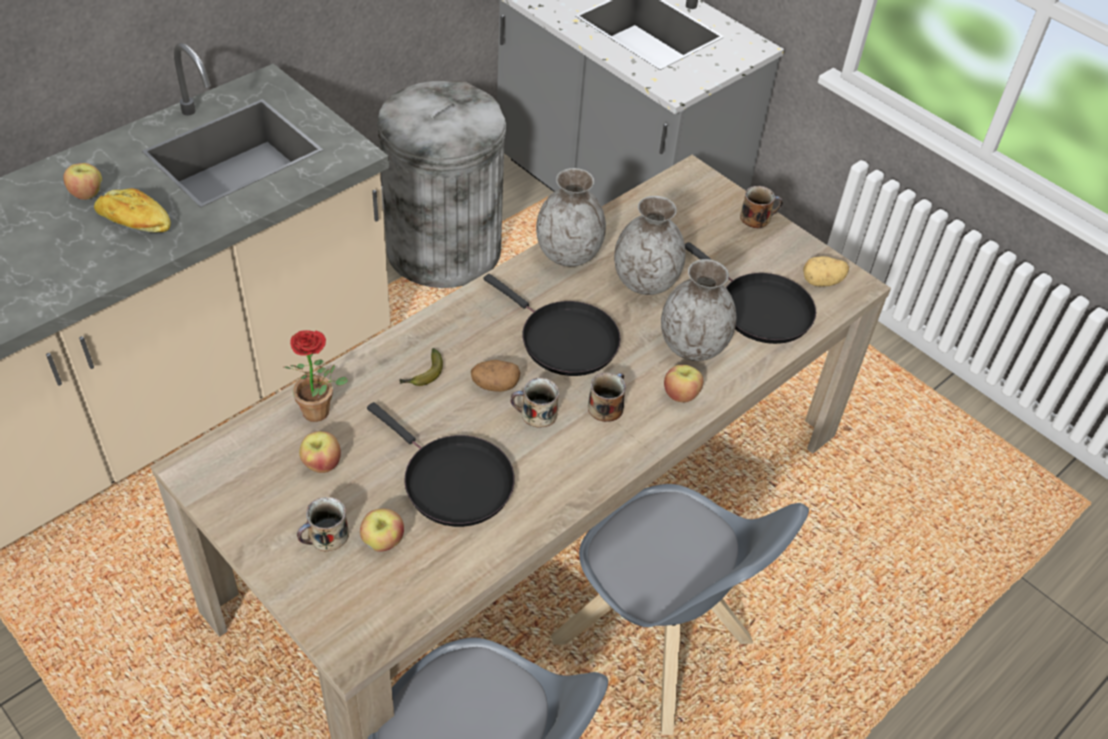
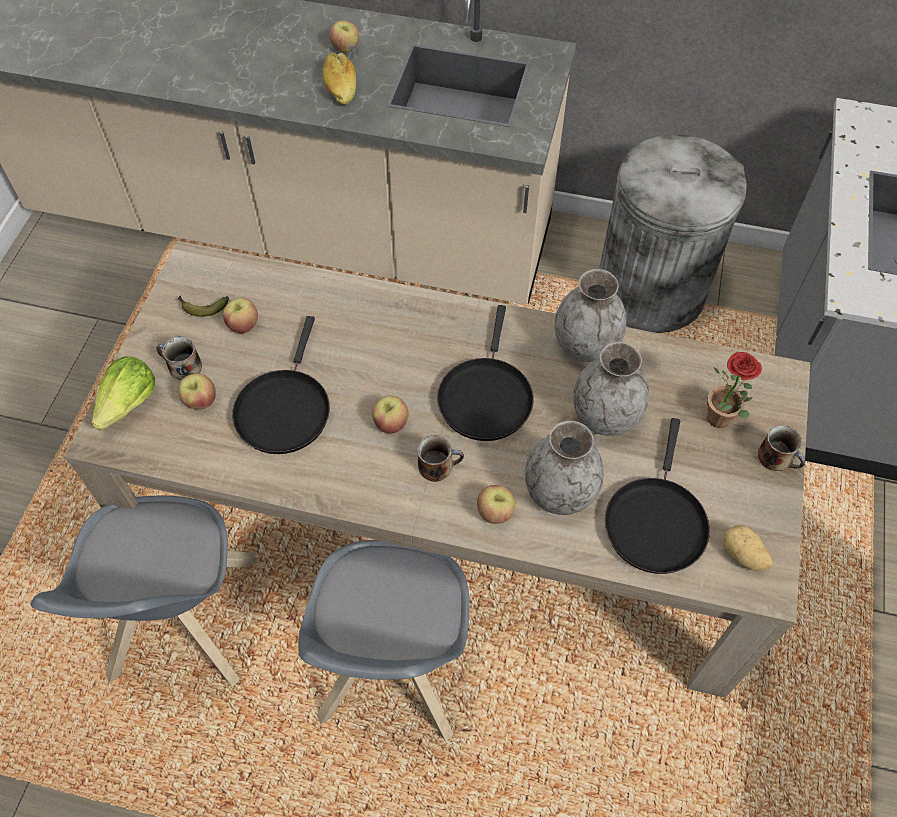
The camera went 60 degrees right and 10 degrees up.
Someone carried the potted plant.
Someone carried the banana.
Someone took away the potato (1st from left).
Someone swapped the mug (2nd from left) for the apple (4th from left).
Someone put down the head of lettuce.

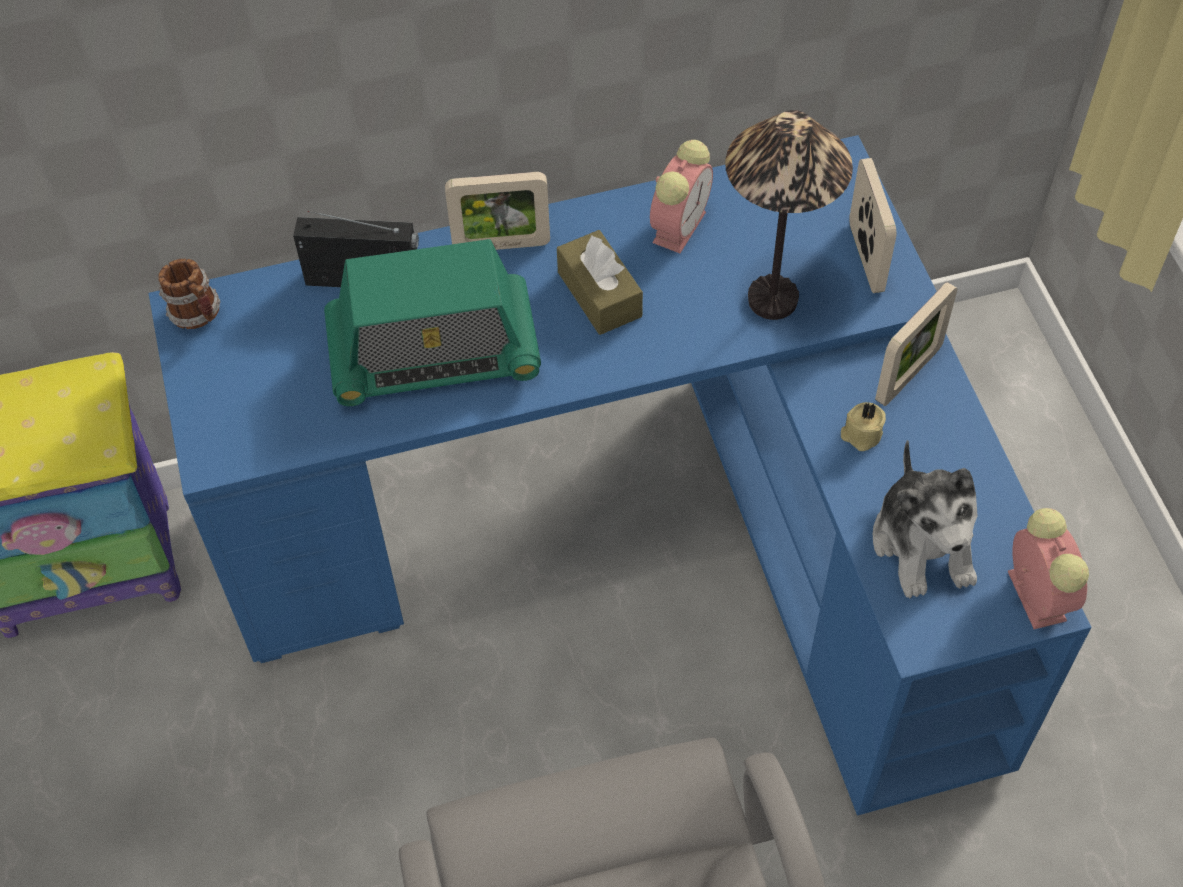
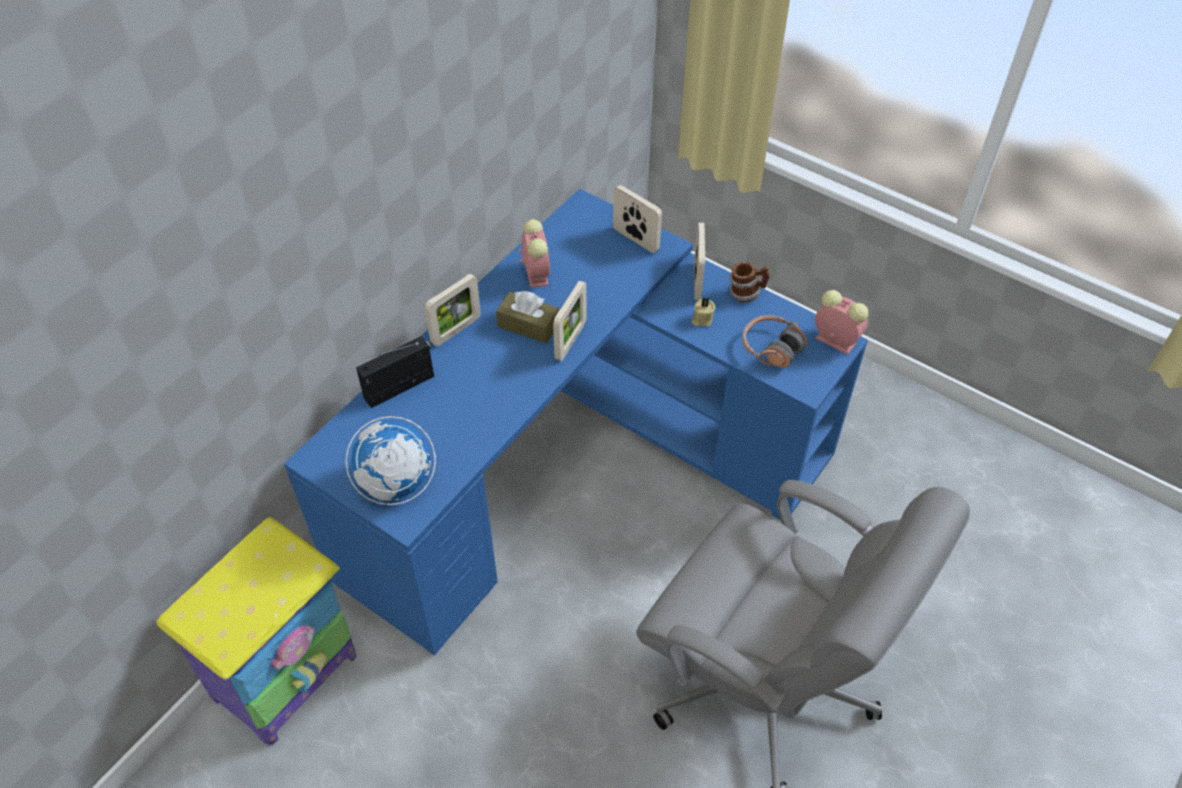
The camera went 40 degrees left and 5 degrees down.
Someone took away the table lamp.
Someone took away the radio receiver (2nd from left).
Someone carried the mug.
Someone swapped the soft toy for the pair of headphones.
Someone put down the standing frame (2nd from left).
Someone put down the world globe.

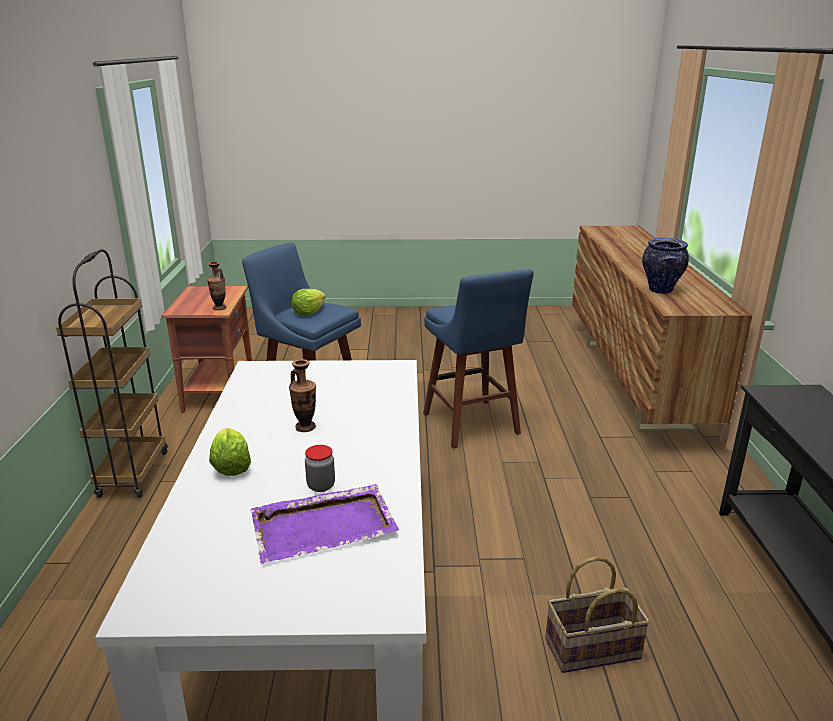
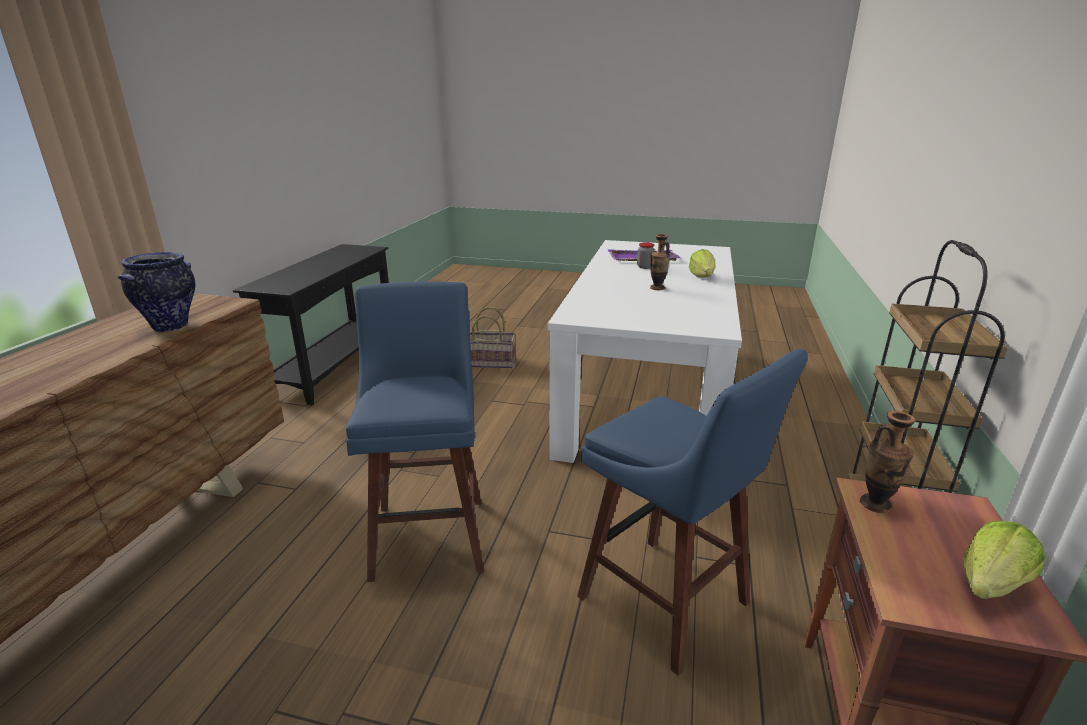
The camera went 165 degrees left and 0 degrees up.
Someone carried the head of lettuce (2nd from left).

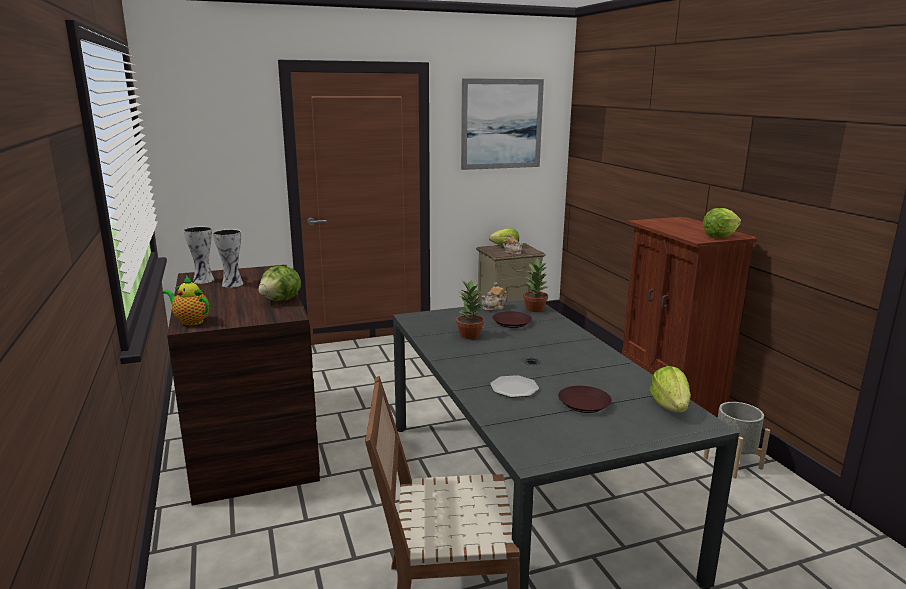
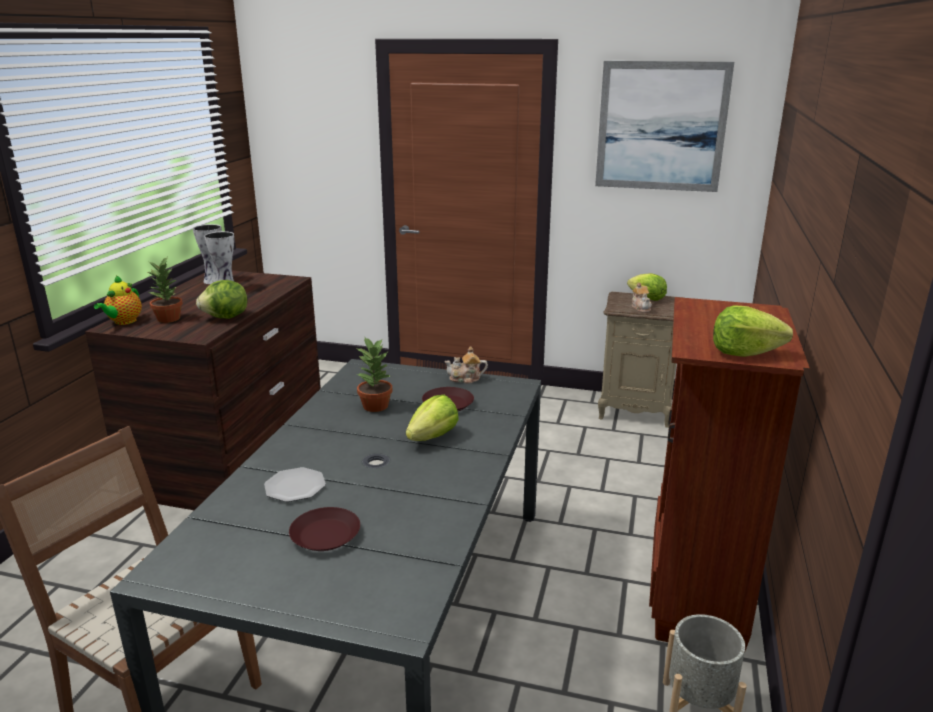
The camera went 35 degrees right and 5 degrees up.
Someone carried the potted plant (2nd from left in the first image).
Someone rotated the pot for tea (1st from left) by 135 degrees counterclockwise.
Someone carried the head of lettuce (3rd from left in the first image).

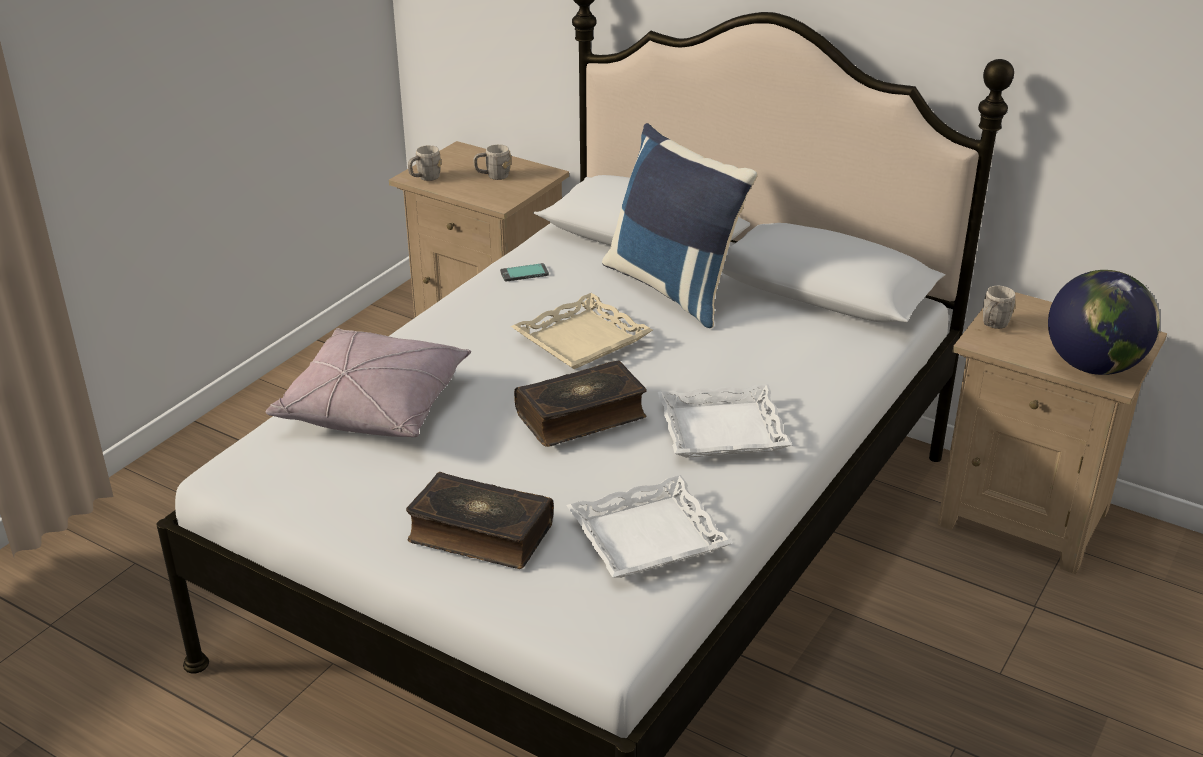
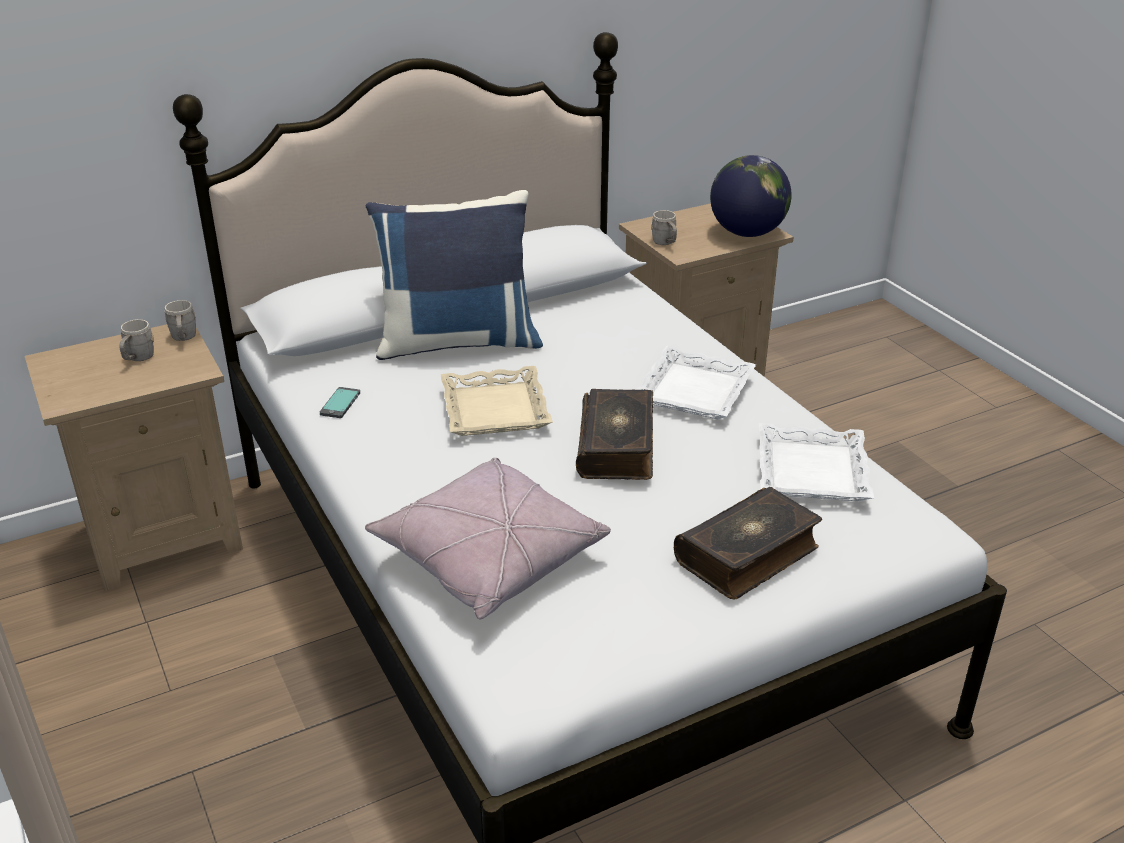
The camera went 60 degrees left and 0 degrees up.
Someone carried the mug (gray) (1st from left in the first image).

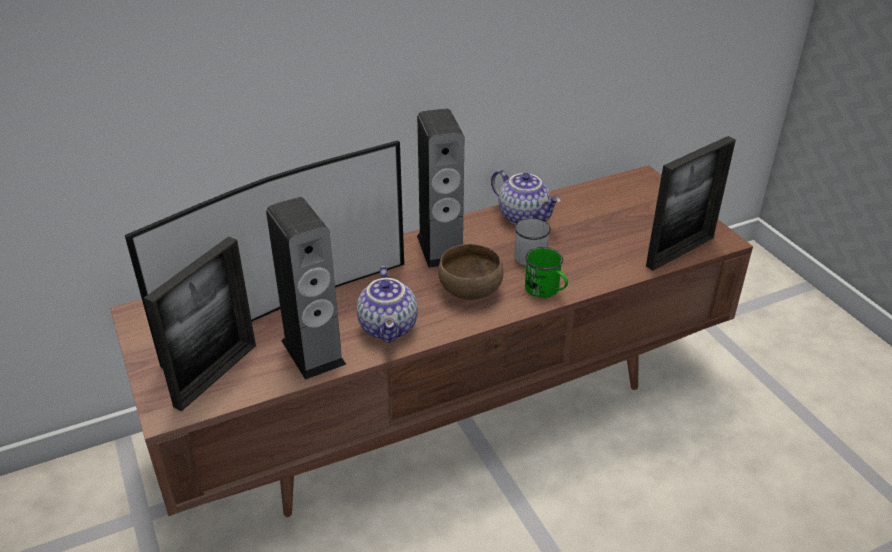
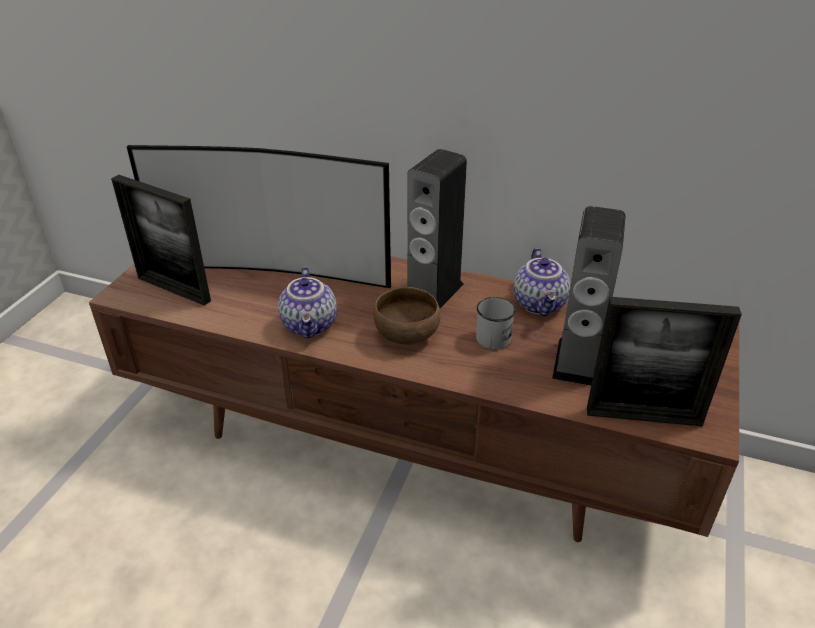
The camera went 45 degrees right and 0 degrees up.
Someone carried the audio speaker (1st from left in the first image).
Someone rotated the standing frame (1st from left) by 45 degrees clockwise.
Someone took away the mug (green).
Someone rotated the pot for tea (1st from left) by 45 degrees counterclockwise.

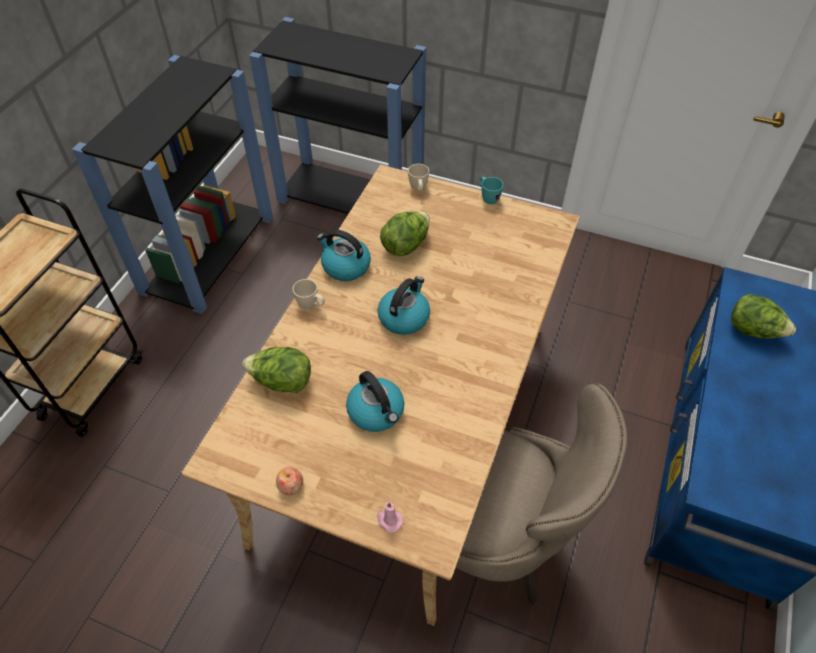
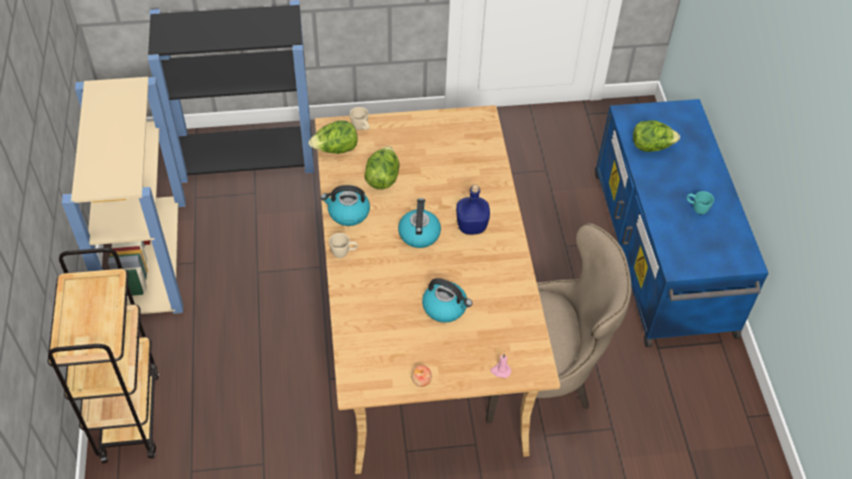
The camera went 30 degrees left and 0 degrees up.
Someone repainted the bookcase (blackish) (1st from left), which became the bookcase (beige).
Someone carried the mug (turquoise).
Someone carried the head of lettuce (1st from left).
Someone put down the beverage bottle (bluish).

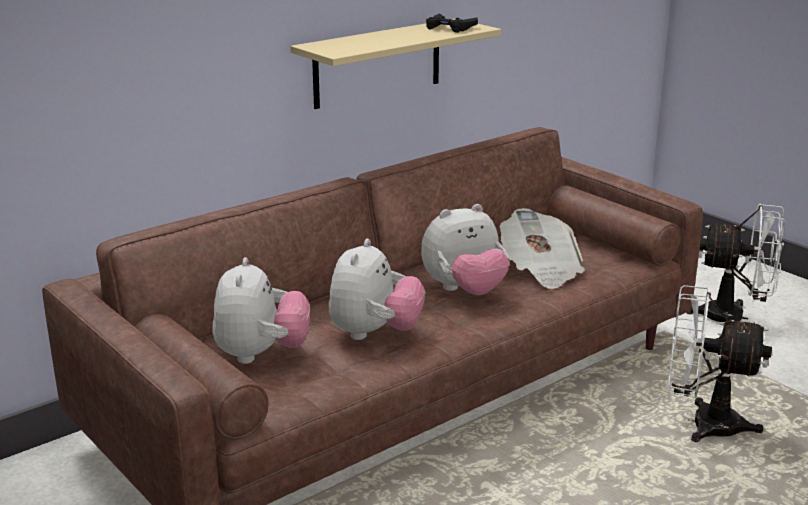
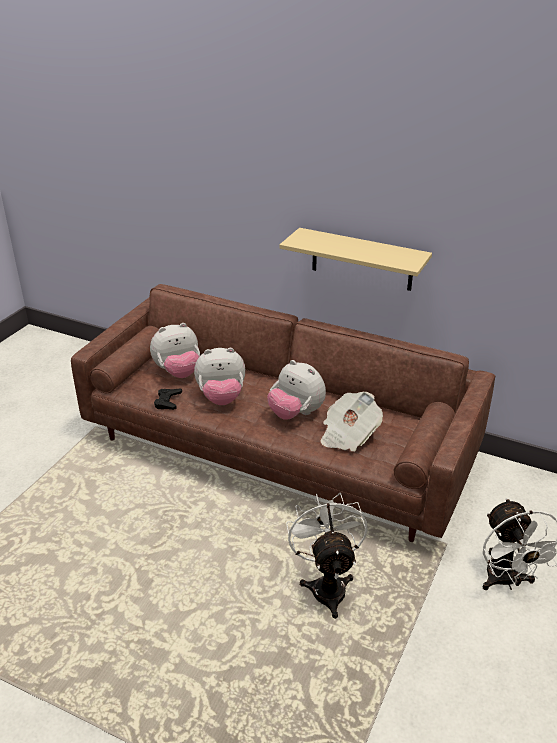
The camera went 65 degrees right and 10 degrees up.
Someone carried the gamepad (blackish).

